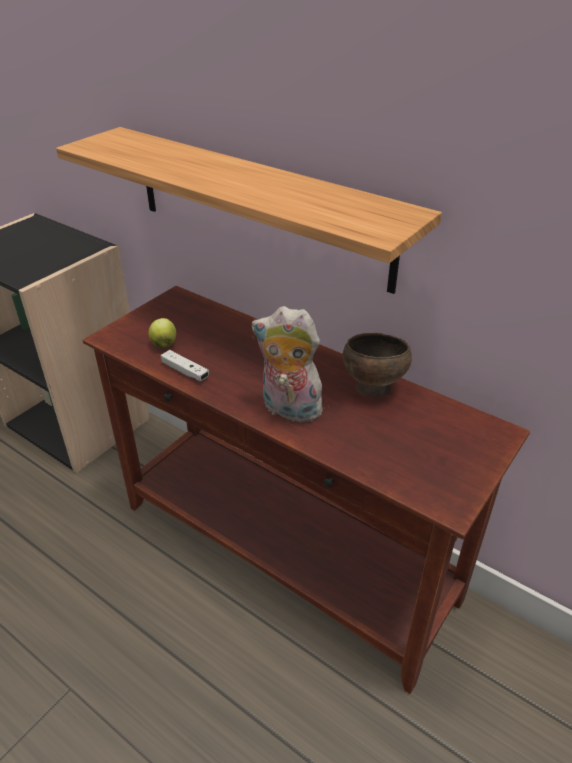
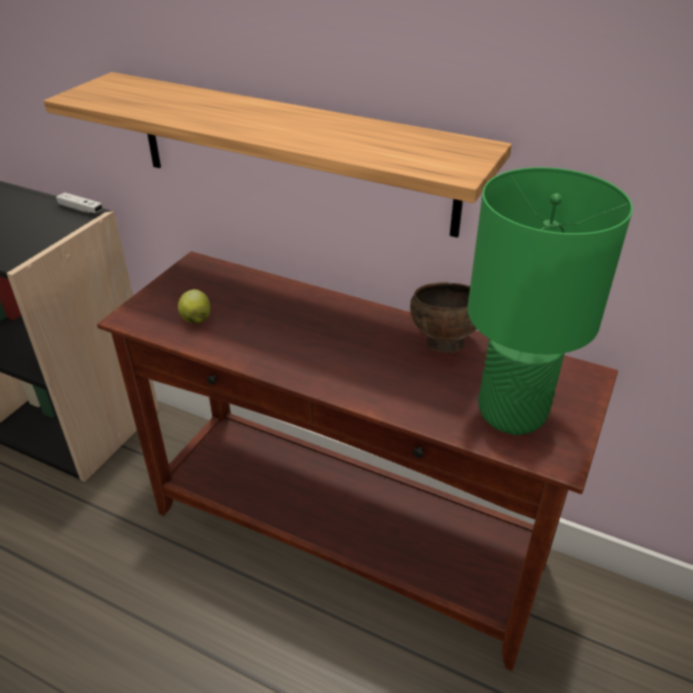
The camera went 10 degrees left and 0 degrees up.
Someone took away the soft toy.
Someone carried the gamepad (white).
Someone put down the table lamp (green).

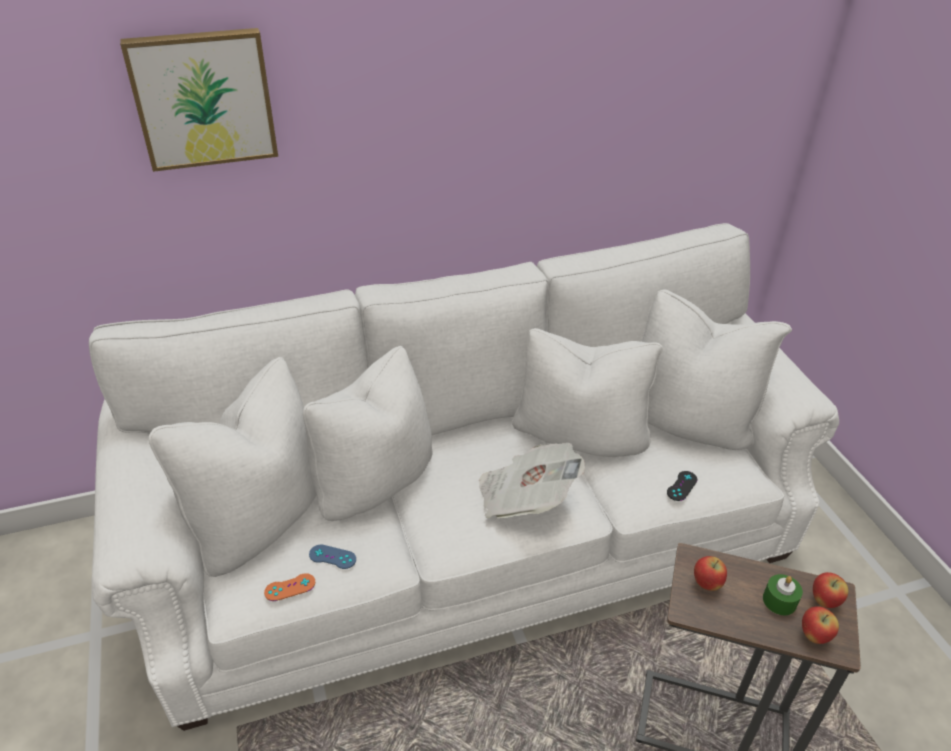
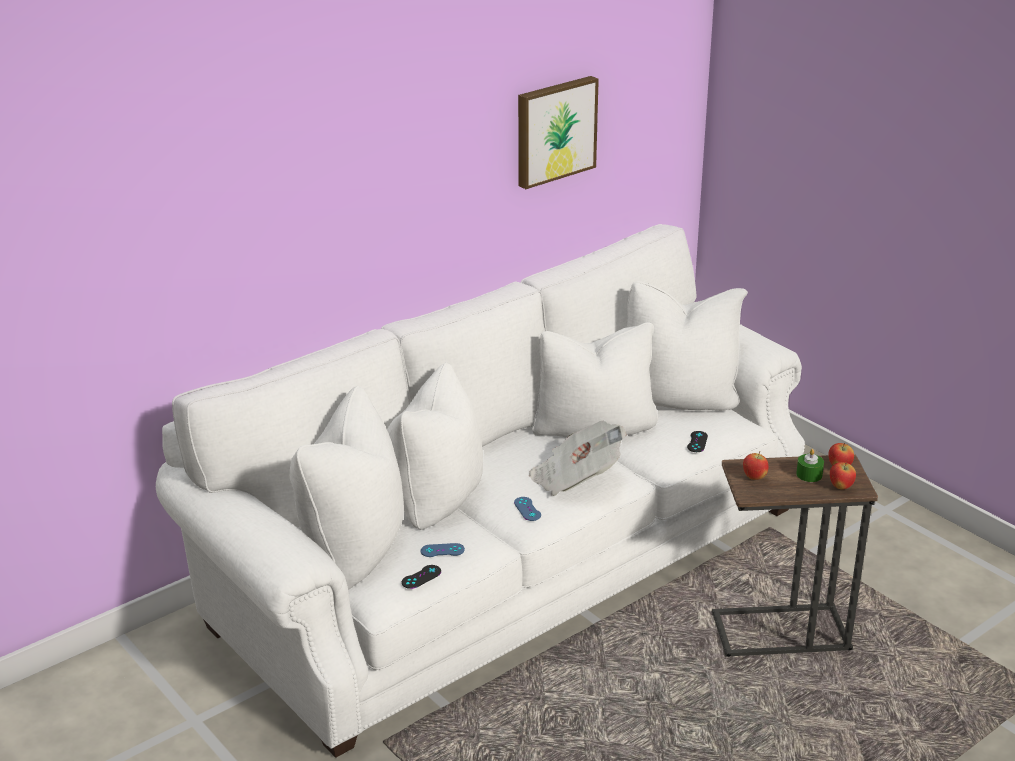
The camera went 20 degrees left and 10 degrees down.
Someone carried the picture.
Someone repainted the gamepad (orange-coloured), which became the gamepad (blackish) (1st from left).
Someone put down the gamepad (bluish) (2nd from left).

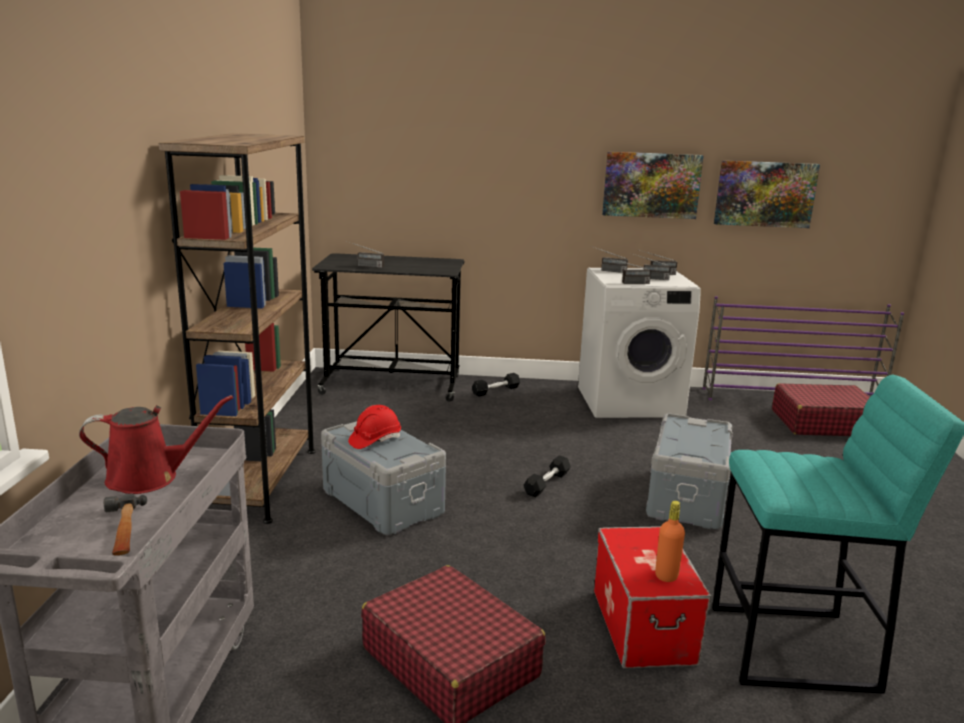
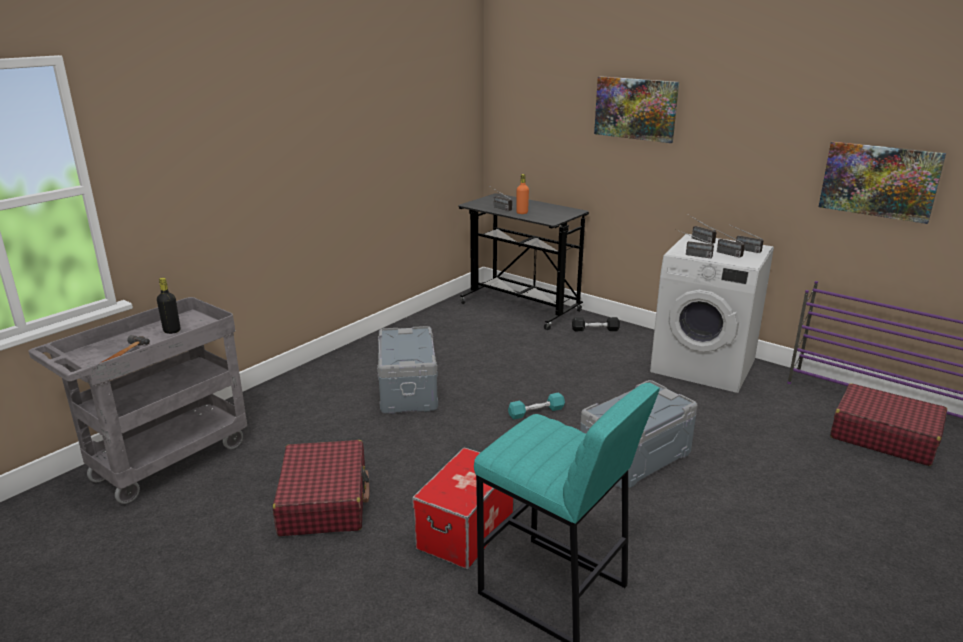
The camera went 35 degrees right and 5 degrees up.
Someone took away the bookcase (brown-coloured).
Someone carried the picture (1st from left).
Someone swapped the watering can (red-coloured) for the beverage bottle (blackish).
Someone took away the work helmet (red-coloured).
Someone repainted the dumbbell (blackish) (2nd from left), which became the dumbbell (turquoise).
Someone carried the beverage bottle (orange-coloured).

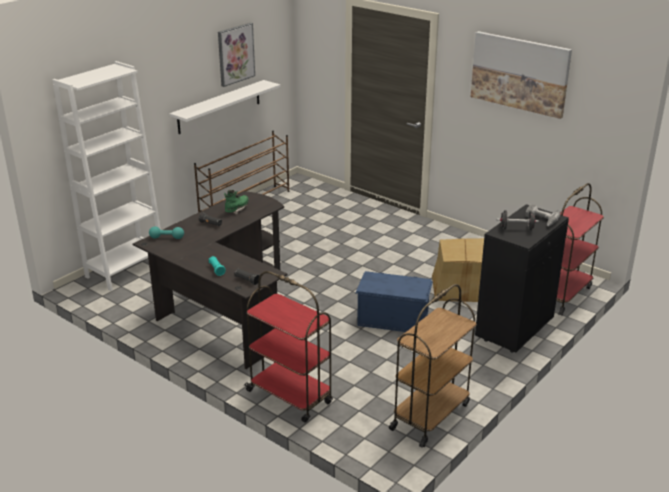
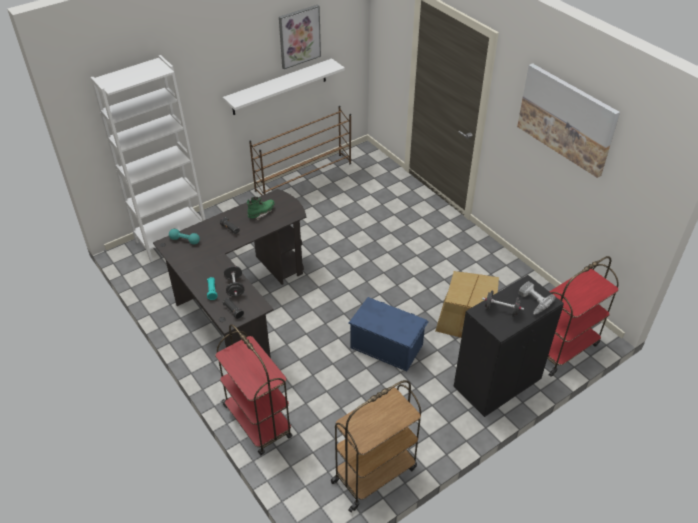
The camera went 15 degrees right and 15 degrees up.
Someone put down the dumbbell (blackish) (1st from left).

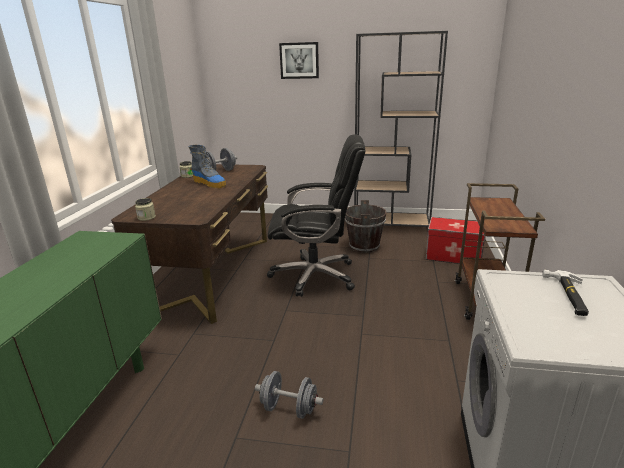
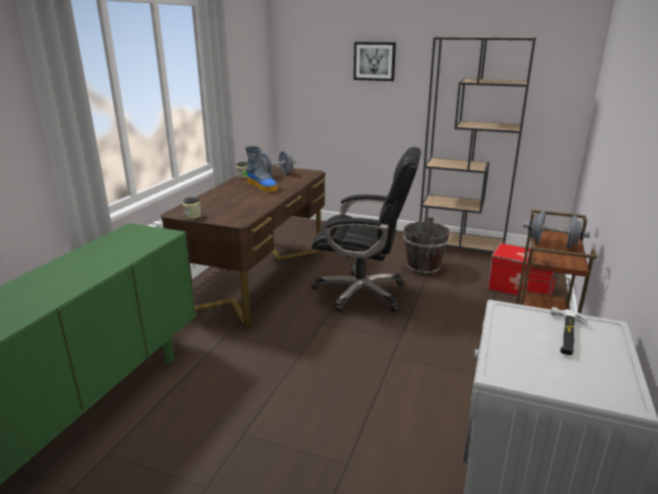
The camera went 10 degrees right and 0 degrees up.
Someone carried the dumbbell (gray) (2nd from left).

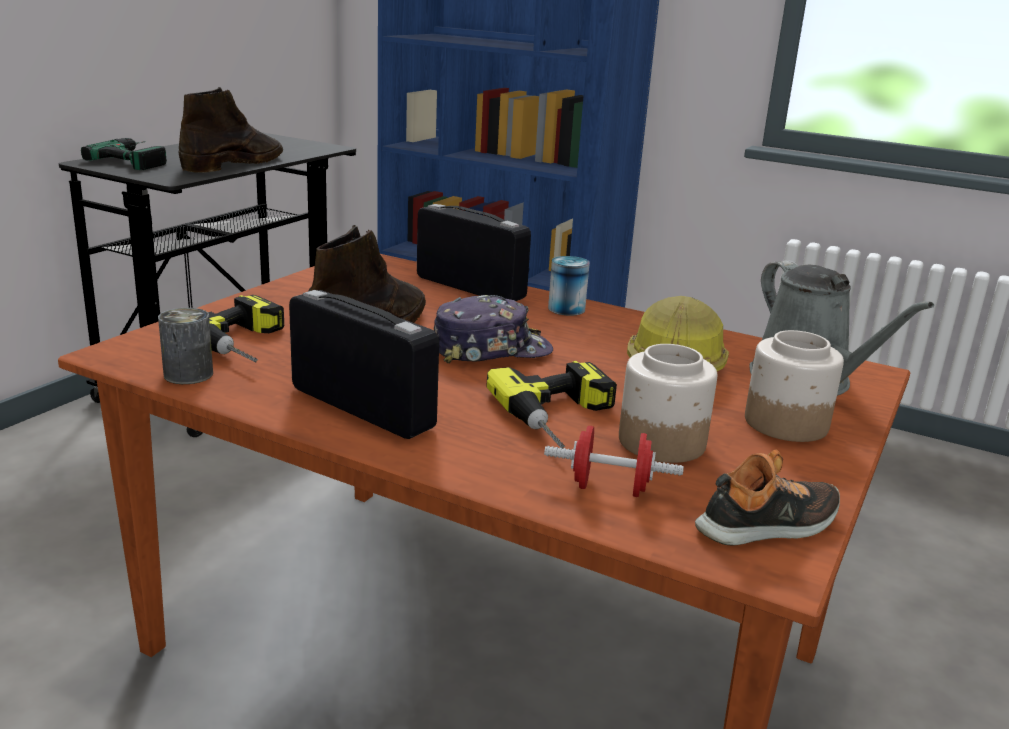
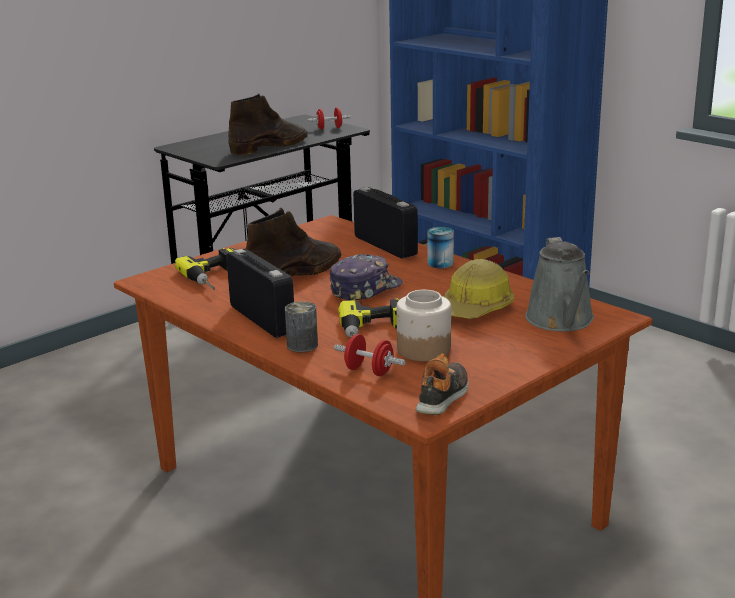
The camera went 20 degrees right and 0 degrees up.
Someone took away the drill (1st from left).
Someone rotated the baseball cap by 45 degrees counterclockwise.
Someone carried the can (1st from left).
Someone took away the storage jar (2nd from left).
Someone rotated the low shoe by 60 degrees counterclockwise.
Someone put down the dumbbell (red-coloured) (1st from left).

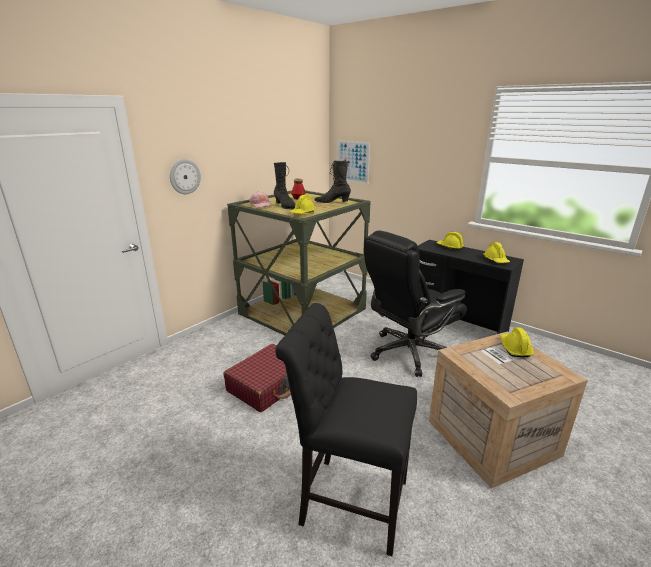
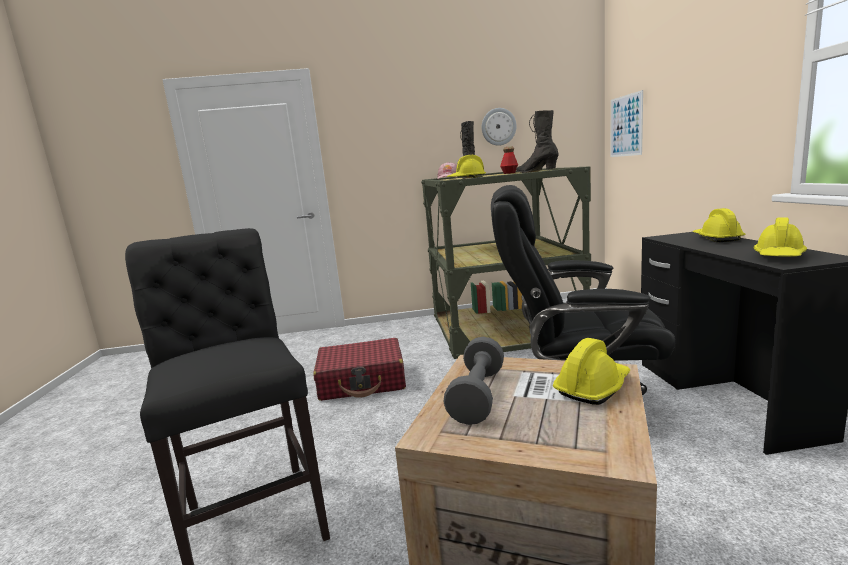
The camera went 45 degrees right and 10 degrees down.
Someone carried the hanging clock.
Someone put down the dumbbell (gray).

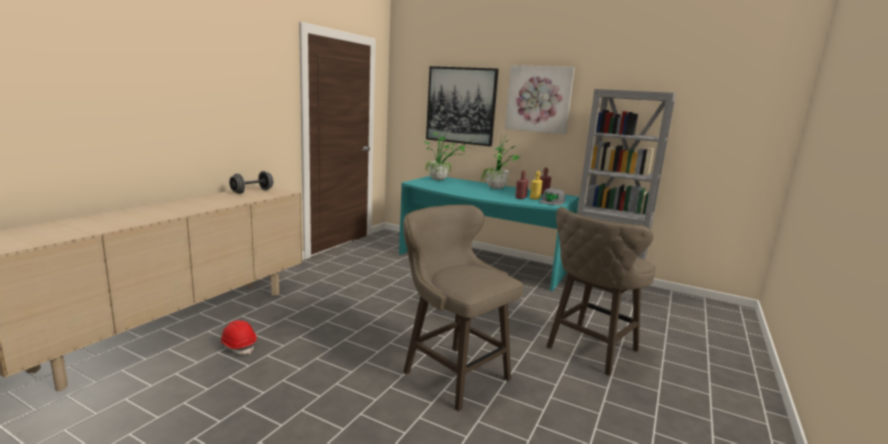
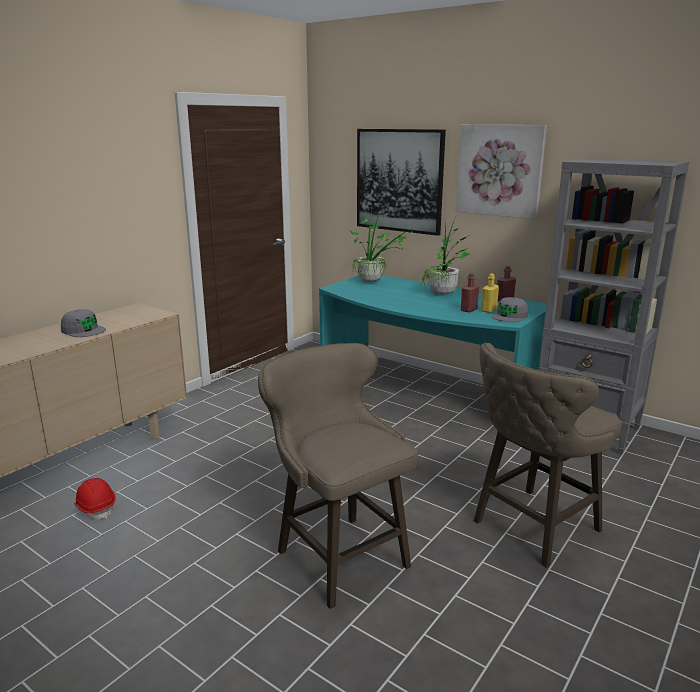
The camera went 10 degrees right and 5 degrees up.
Someone took away the dumbbell (gray).
Someone put down the baseball cap (gray) (1st from left).

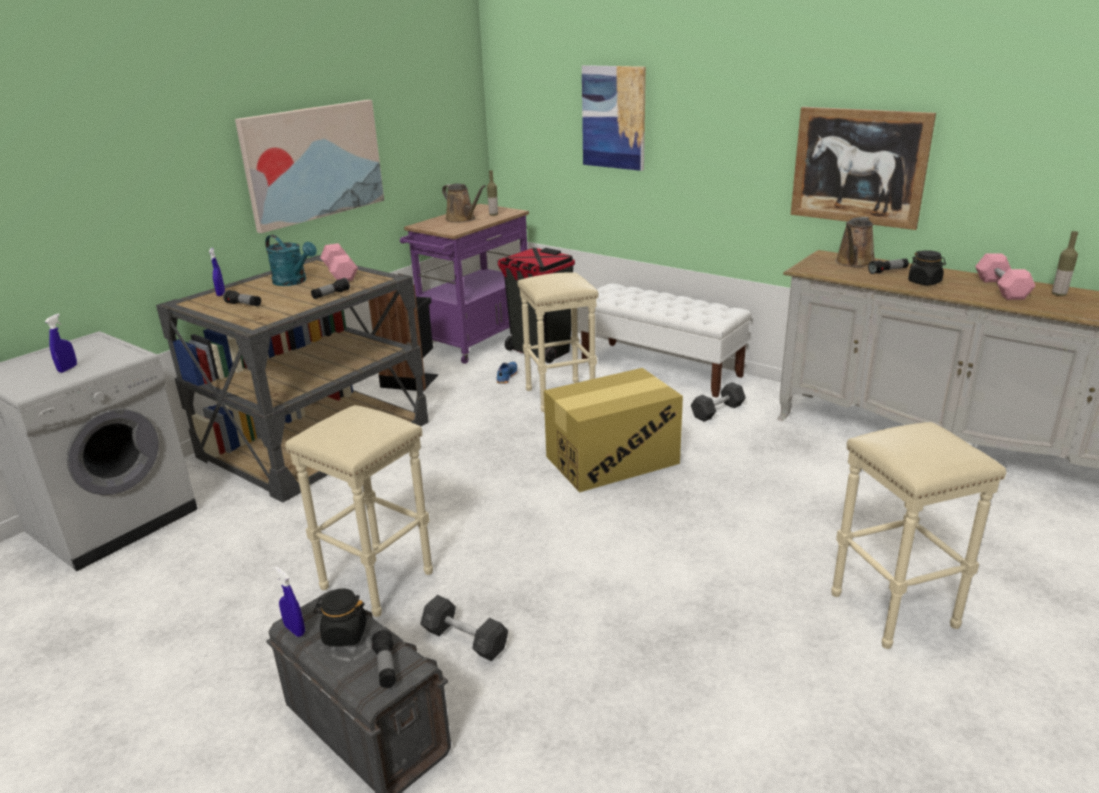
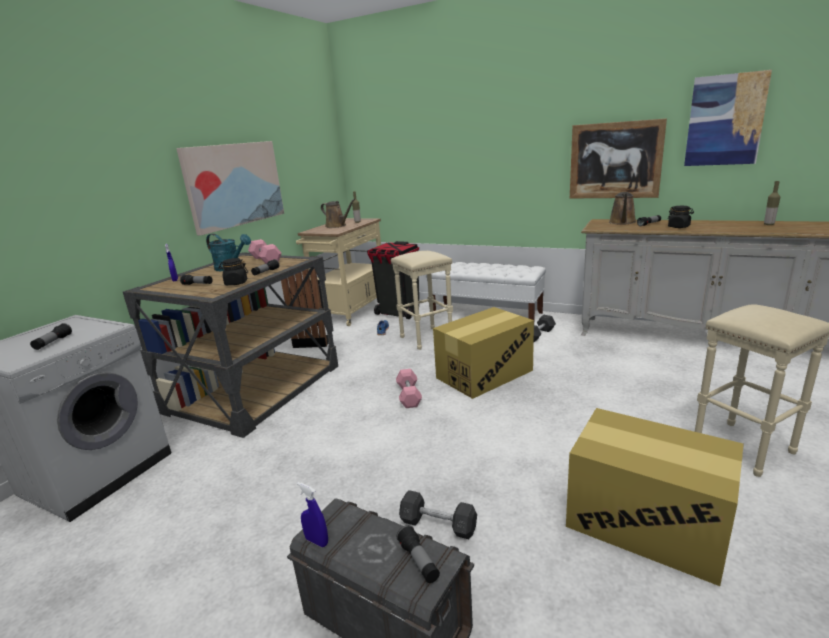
The camera went 10 degrees left and 5 degrees down.
Someone carried the picture (2nd from left in the first image).
Someone repainted the trolley (purplish), which became the trolley (beige).
Someone carried the dumbbell (pink) (2nd from left).
Someone swapped the sprayer (bluish) (1st from left) for the flashlight (1st from left).
Someone took away the sitting stool (beige) (1st from left).
Someone carried the storage jar (blackish) (1st from left).
Someone put down the packing box (2nd from left).

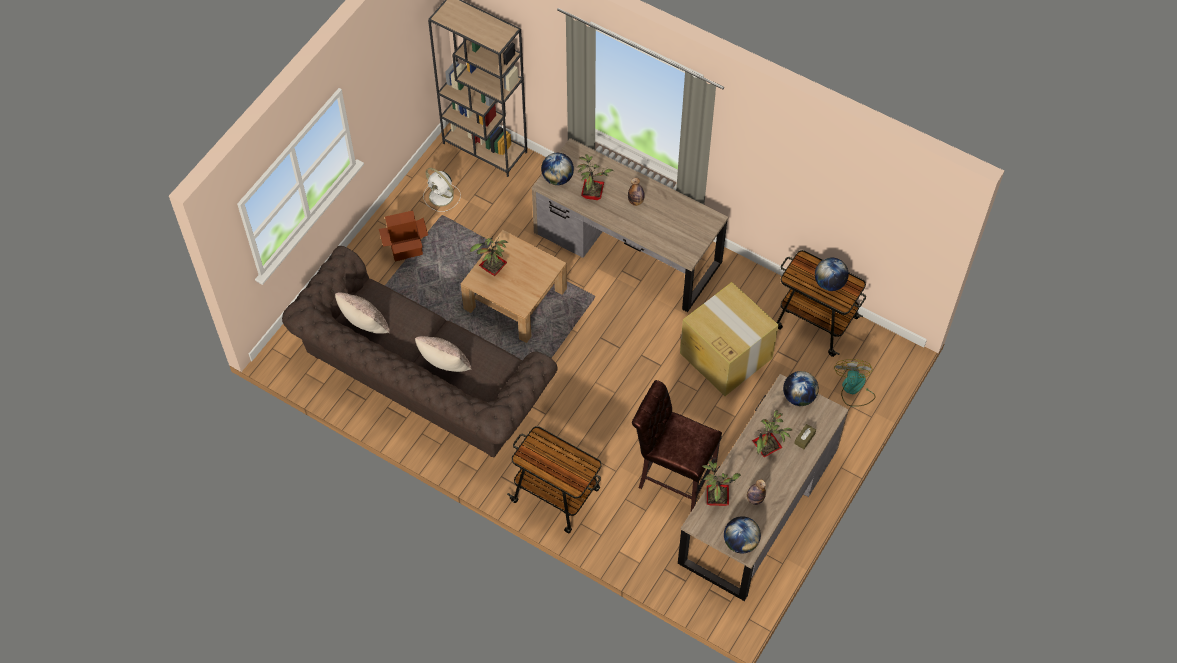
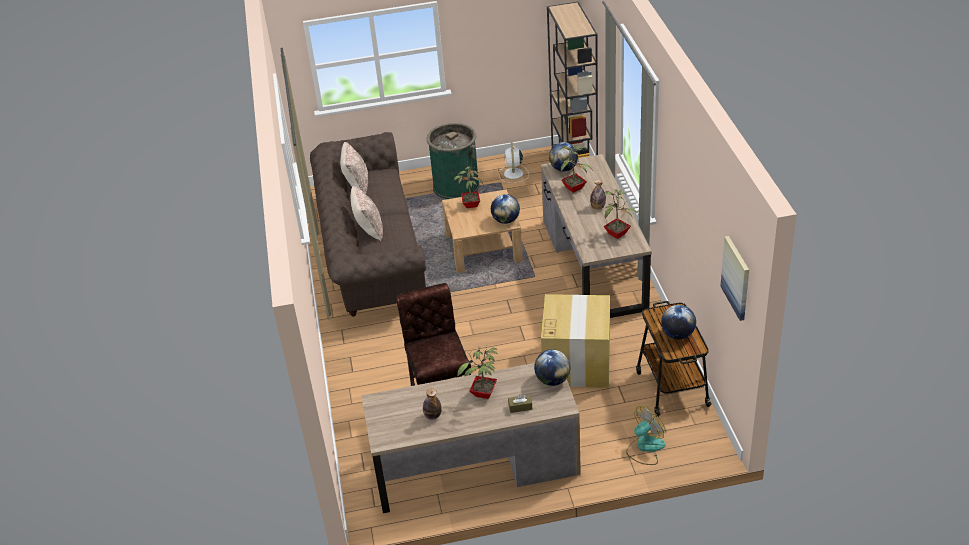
The camera went 50 degrees right and 20 degrees down.
Someone swapped the packing box (1st from left) for the rubbish bin (green).
Someone took away the trolley (1st from left).
Someone carried the potted plant (3rd from left in the first image).
Someone carried the world globe (2nd from left in the first image).
Someone put up the picture.

